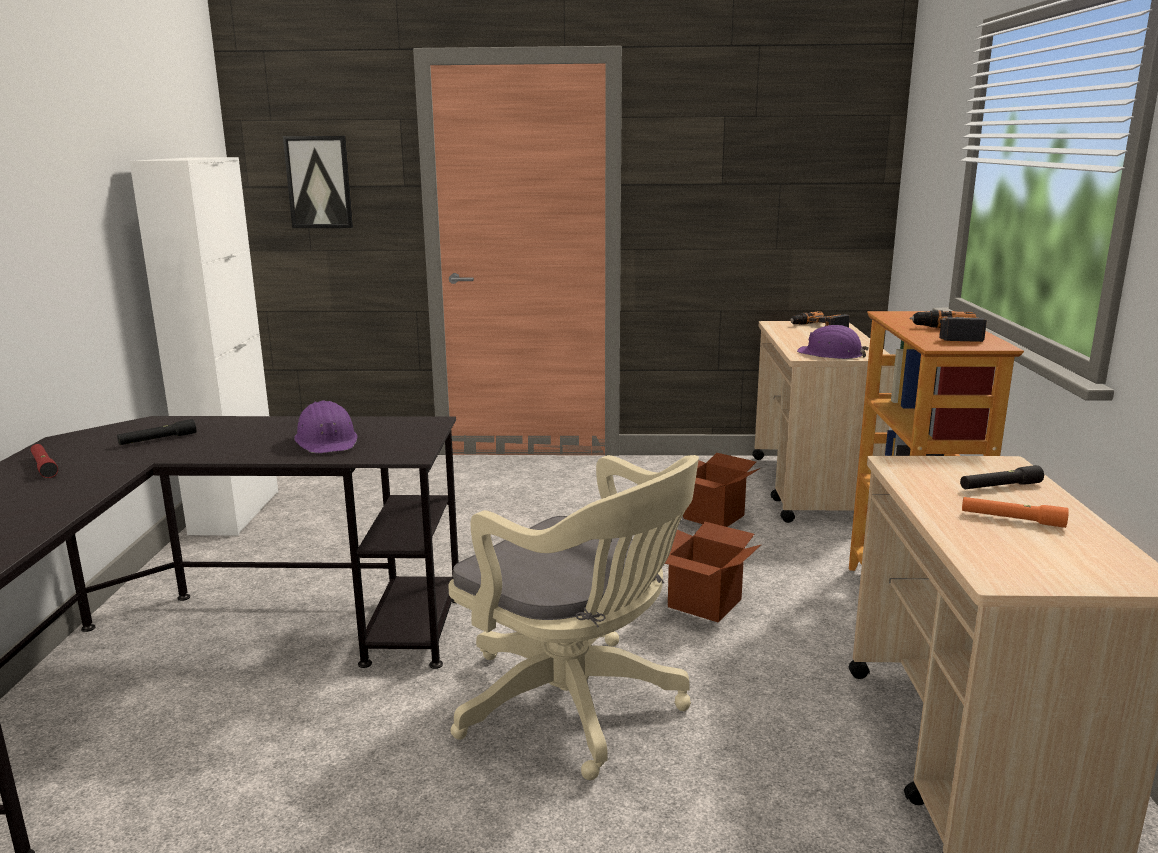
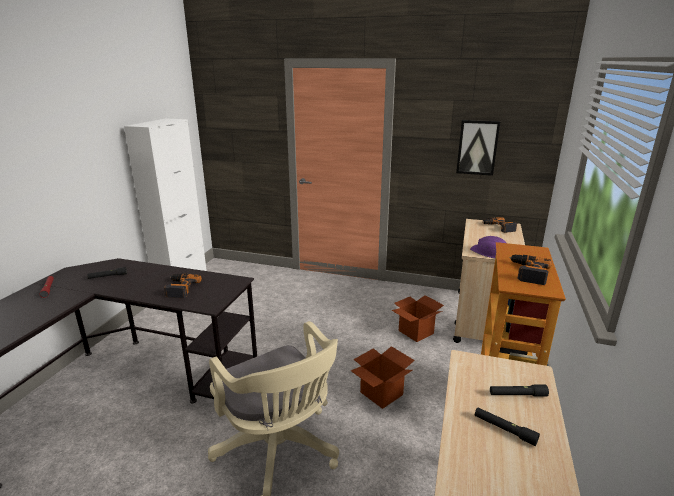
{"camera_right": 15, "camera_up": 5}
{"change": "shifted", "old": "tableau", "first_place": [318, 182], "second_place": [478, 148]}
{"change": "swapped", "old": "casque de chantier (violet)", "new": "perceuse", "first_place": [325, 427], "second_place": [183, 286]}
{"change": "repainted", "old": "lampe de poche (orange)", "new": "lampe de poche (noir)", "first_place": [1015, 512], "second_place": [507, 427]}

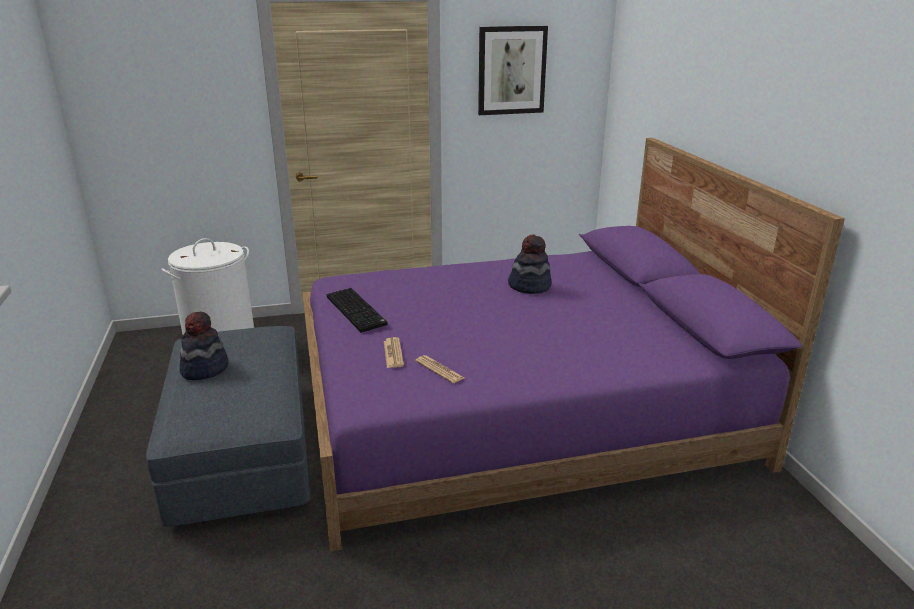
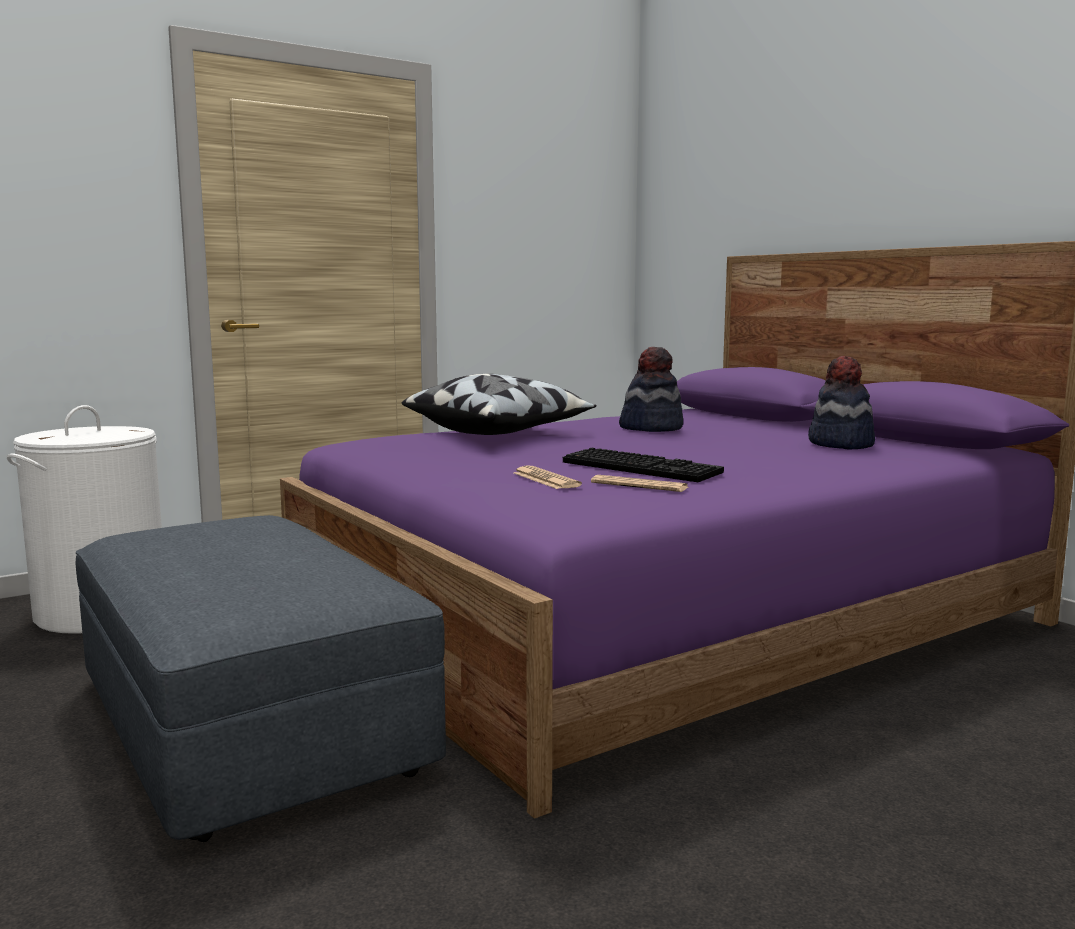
{"camera_right": -20, "camera_up": -15}
{"change": "shifted", "old": "chapeau", "first_place": [204, 346], "second_place": [841, 402]}
{"change": "shifted", "old": "clavier", "first_place": [357, 310], "second_place": [643, 465]}
{"change": "gone", "old": "tableau", "first_place": [513, 70]}
{"change": "new", "new": "coussin", "second_place": [499, 404]}

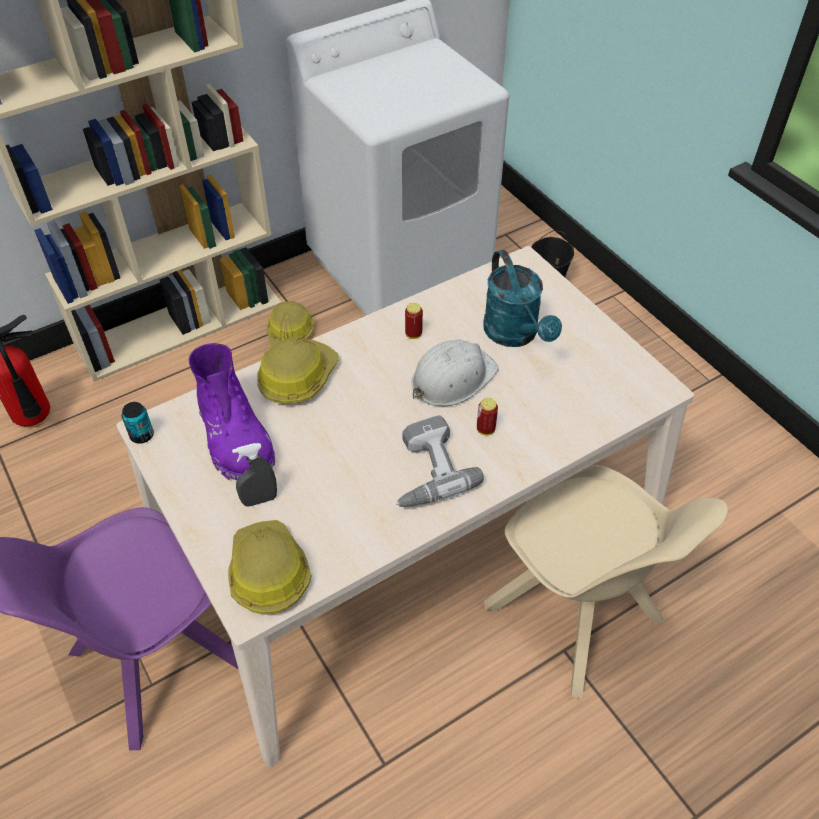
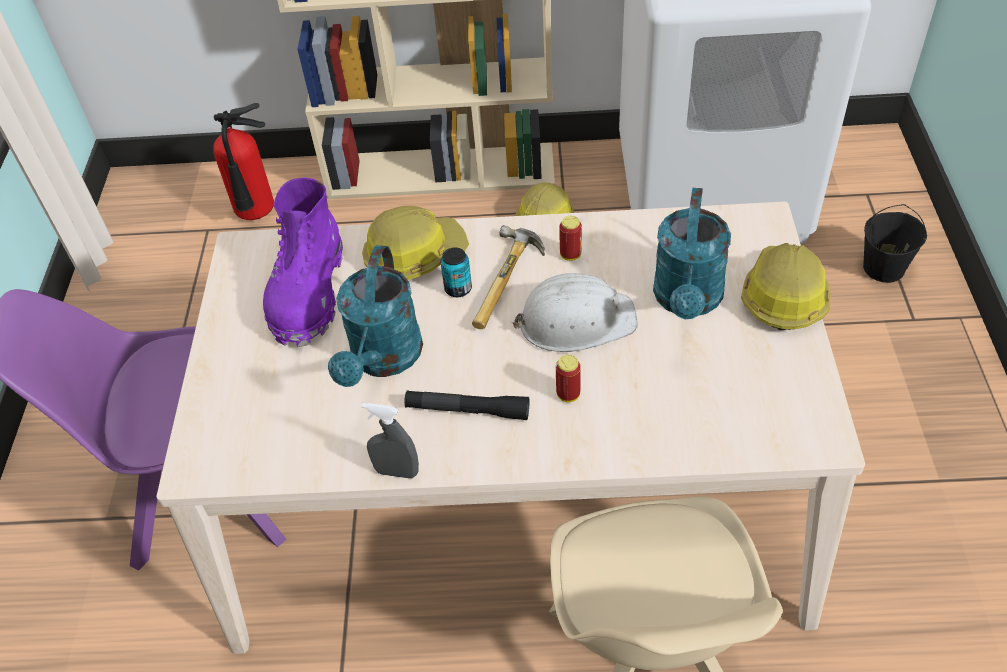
{"camera_right": 35, "camera_up": 0}
{"change": "shifted", "old": "boîte métallique", "first_place": [137, 423], "second_place": [456, 272]}
{"change": "shifted", "old": "casque de chantier", "first_place": [270, 567], "second_place": [785, 286]}
{"change": "shifted", "old": "vaporisateur (gris)", "first_place": [254, 475], "second_place": [390, 441]}
{"change": "swapped", "old": "perceuse", "new": "lampe de poche (noir)", "first_place": [440, 461], "second_place": [467, 405]}
{"change": "new", "new": "arrosoir (turquoise)", "second_place": [375, 316]}
{"change": "new", "new": "marteau", "second_place": [508, 277]}

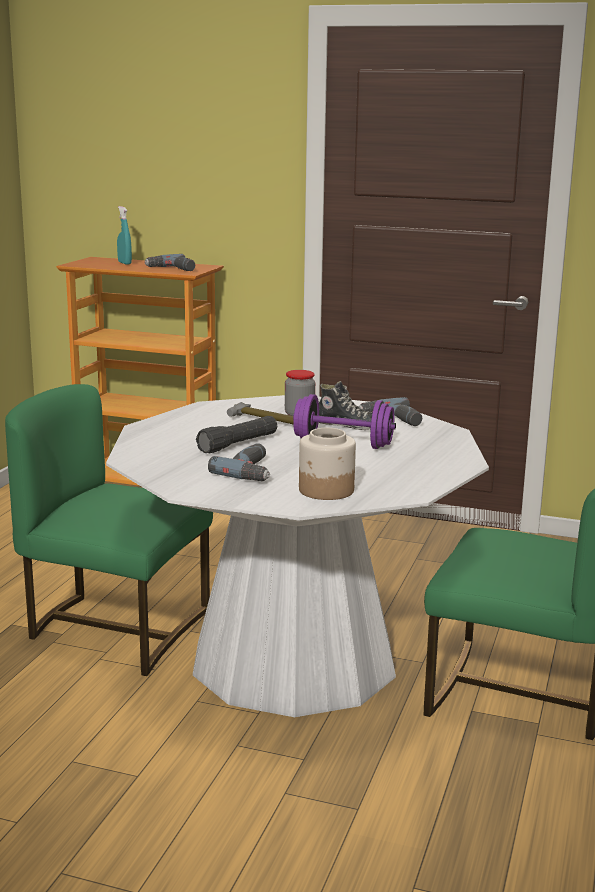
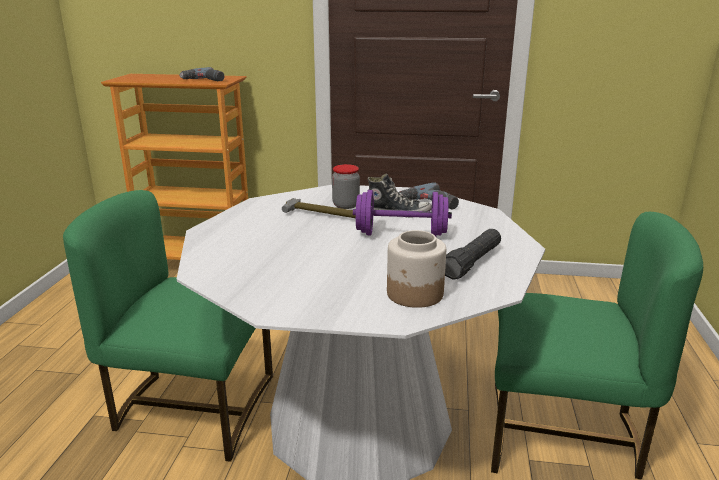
{"camera_right": -10, "camera_up": 5}
{"change": "gone", "old": "vaporisateur (turquoise)", "first_place": [124, 235]}
{"change": "shifted", "old": "lampe de poche (noir)", "first_place": [236, 435], "second_place": [473, 254]}
{"change": "gone", "old": "perceuse", "first_place": [239, 462]}

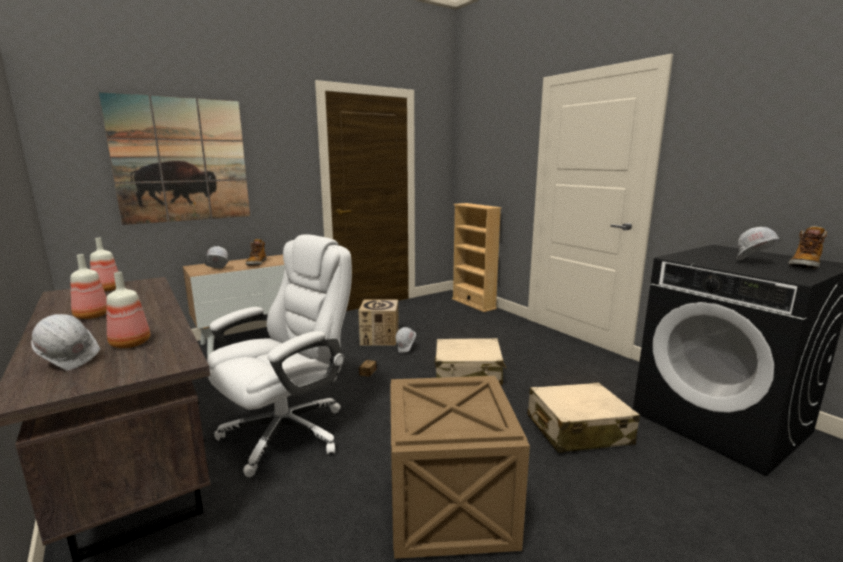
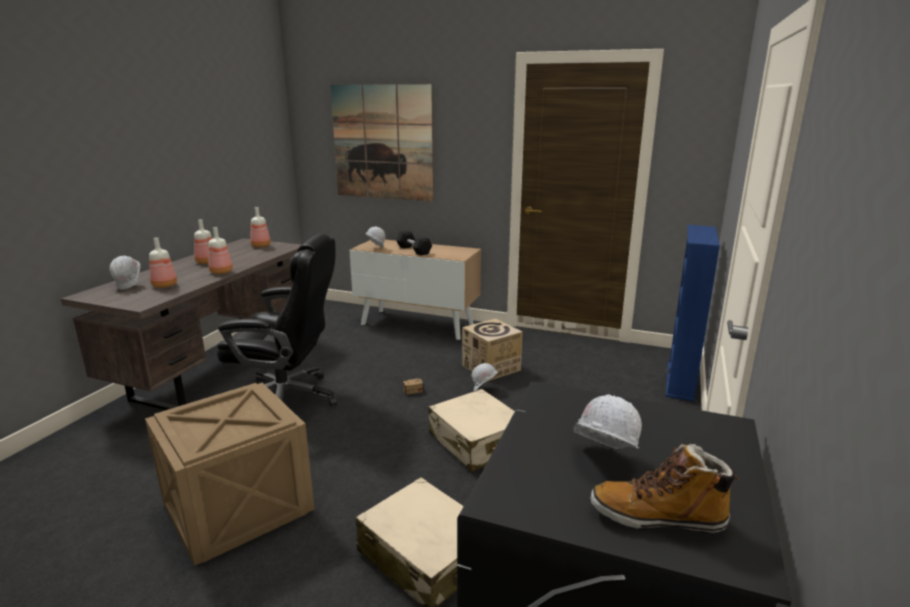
{"camera_right": 55, "camera_up": 5}
{"change": "repainted", "old": "chaise de bureau (blanc)", "new": "chaise de bureau (noir)", "first_place": [279, 356], "second_place": [277, 320]}
{"change": "swapped", "old": "botte", "new": "haltère (noir)", "first_place": [256, 252], "second_place": [414, 243]}
{"change": "repainted", "old": "bibliothèque (beige)", "new": "bibliothèque (bleu)", "first_place": [476, 257], "second_place": [693, 313]}
{"change": "new", "new": "bouteille", "second_place": [221, 250]}

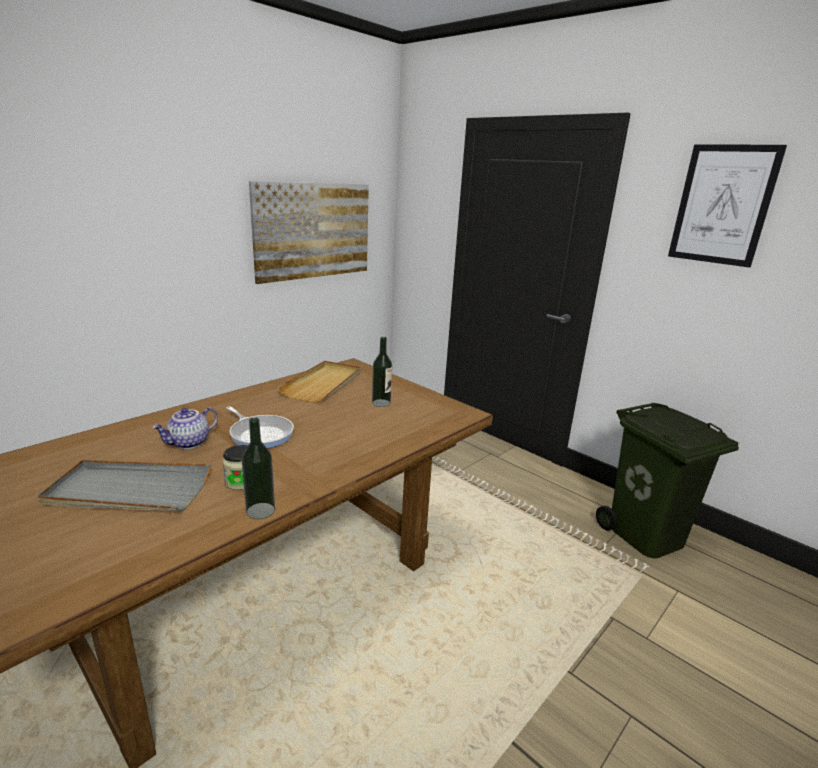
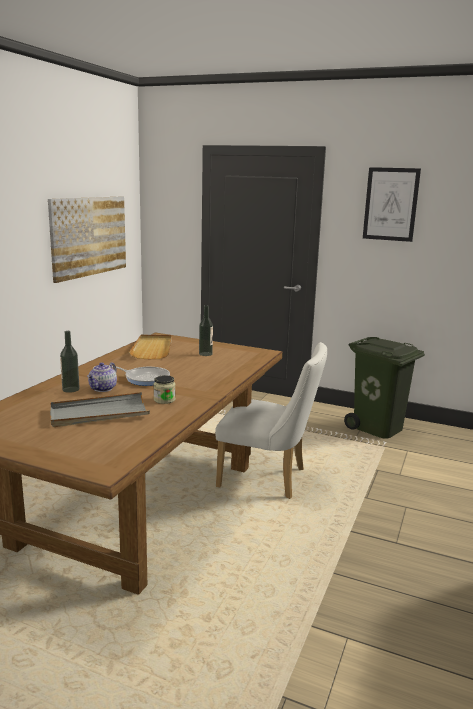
{"camera_right": -20, "camera_up": -5}
{"change": "shifted", "old": "bouteille", "first_place": [258, 468], "second_place": [70, 362]}
{"change": "new", "new": "chaise (blanc)", "second_place": [271, 420]}

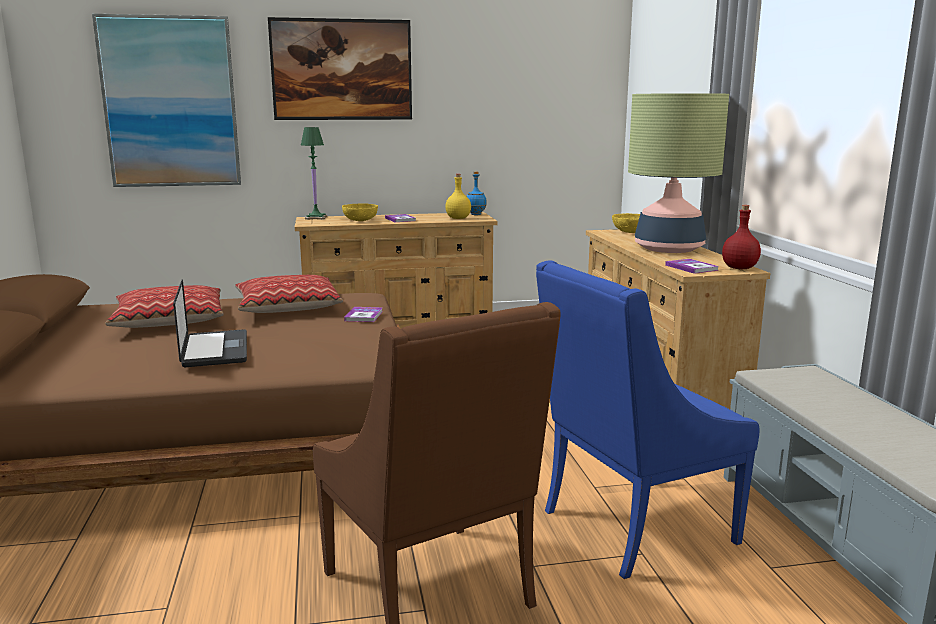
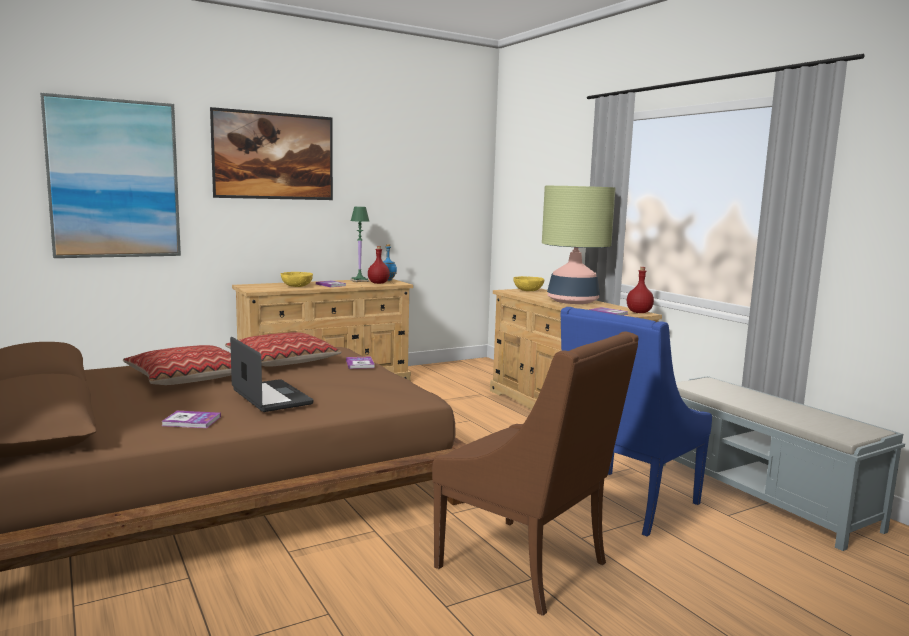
{"camera_right": -20, "camera_up": -5}
{"change": "shifted", "old": "lampe de table (vert)", "first_place": [314, 173], "second_place": [359, 244]}
{"change": "repainted", "old": "bouteille (jaune)", "new": "bouteille (rouge)", "first_place": [458, 196], "second_place": [379, 265]}
{"change": "new", "new": "livre", "second_place": [191, 419]}

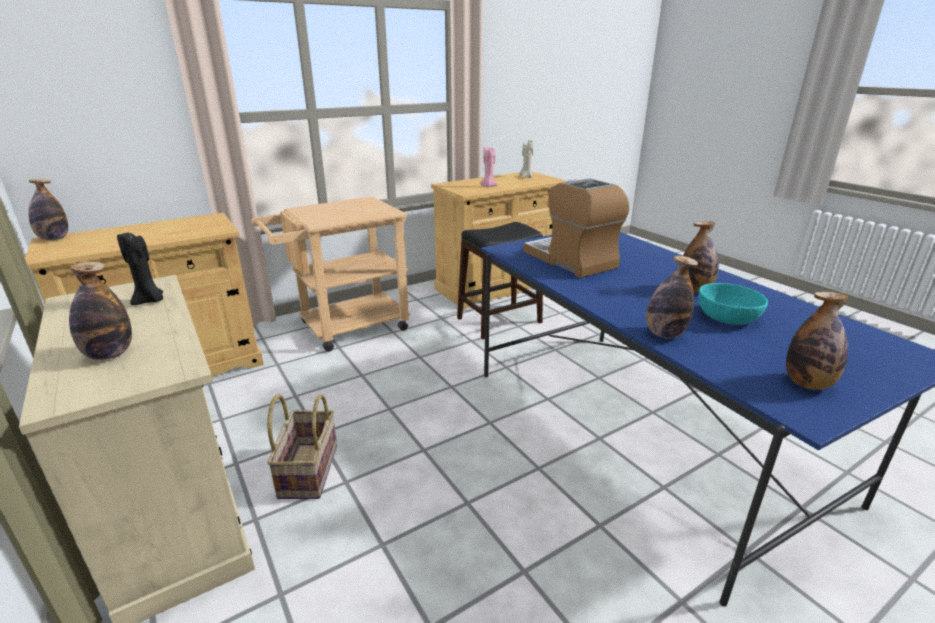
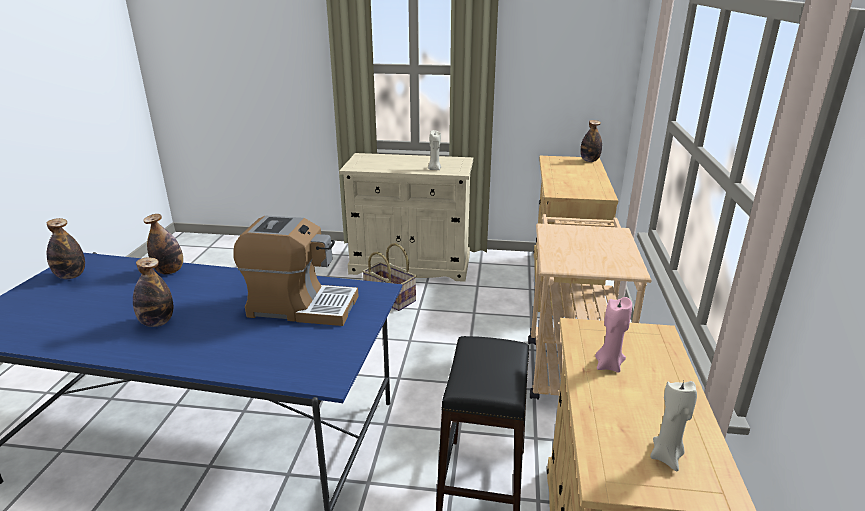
{"camera_right": 130, "camera_up": 0}
{"change": "gone", "old": "bouteille", "first_place": [100, 310]}
{"change": "repainted", "old": "bougie (noir)", "new": "bougie (beige)", "first_place": [140, 268], "second_place": [434, 150]}
{"change": "gone", "old": "bol (turquoise)", "first_place": [733, 304]}

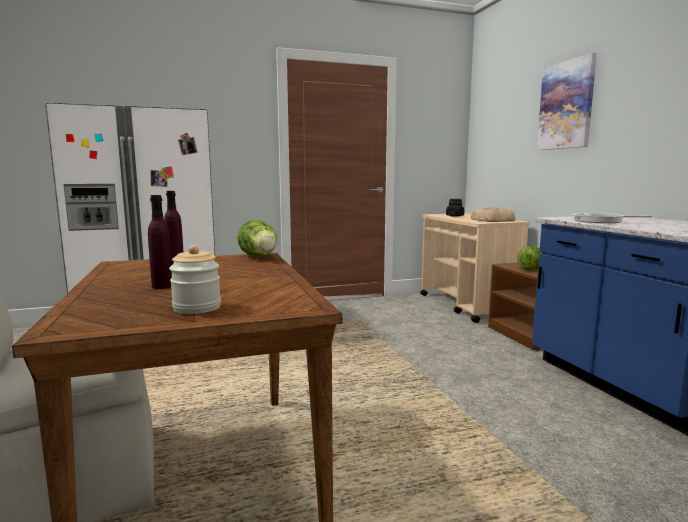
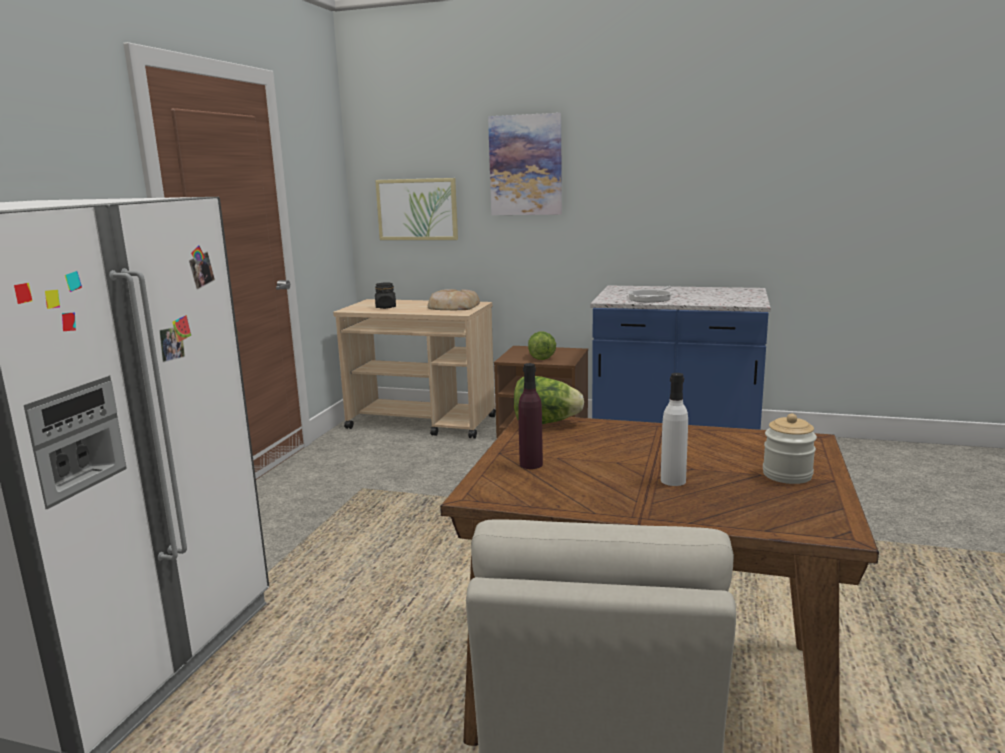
{"camera_right": -55, "camera_up": 5}
{"change": "repainted", "old": "bouteille (violet)", "new": "bouteille (blanc)", "first_place": [160, 242], "second_place": [674, 429]}
{"change": "new", "new": "tableau", "second_place": [416, 209]}

